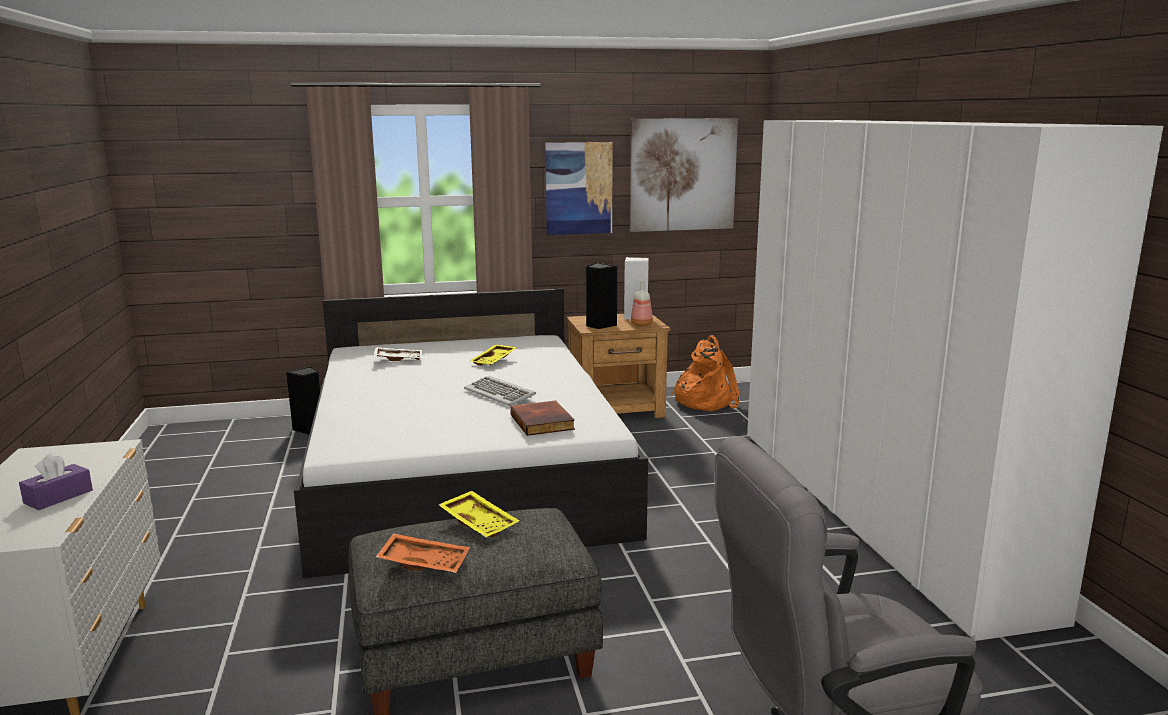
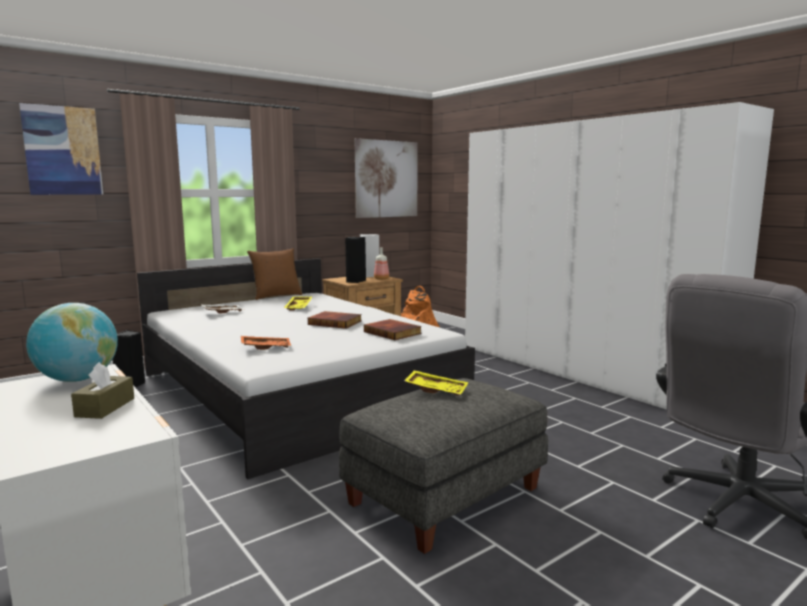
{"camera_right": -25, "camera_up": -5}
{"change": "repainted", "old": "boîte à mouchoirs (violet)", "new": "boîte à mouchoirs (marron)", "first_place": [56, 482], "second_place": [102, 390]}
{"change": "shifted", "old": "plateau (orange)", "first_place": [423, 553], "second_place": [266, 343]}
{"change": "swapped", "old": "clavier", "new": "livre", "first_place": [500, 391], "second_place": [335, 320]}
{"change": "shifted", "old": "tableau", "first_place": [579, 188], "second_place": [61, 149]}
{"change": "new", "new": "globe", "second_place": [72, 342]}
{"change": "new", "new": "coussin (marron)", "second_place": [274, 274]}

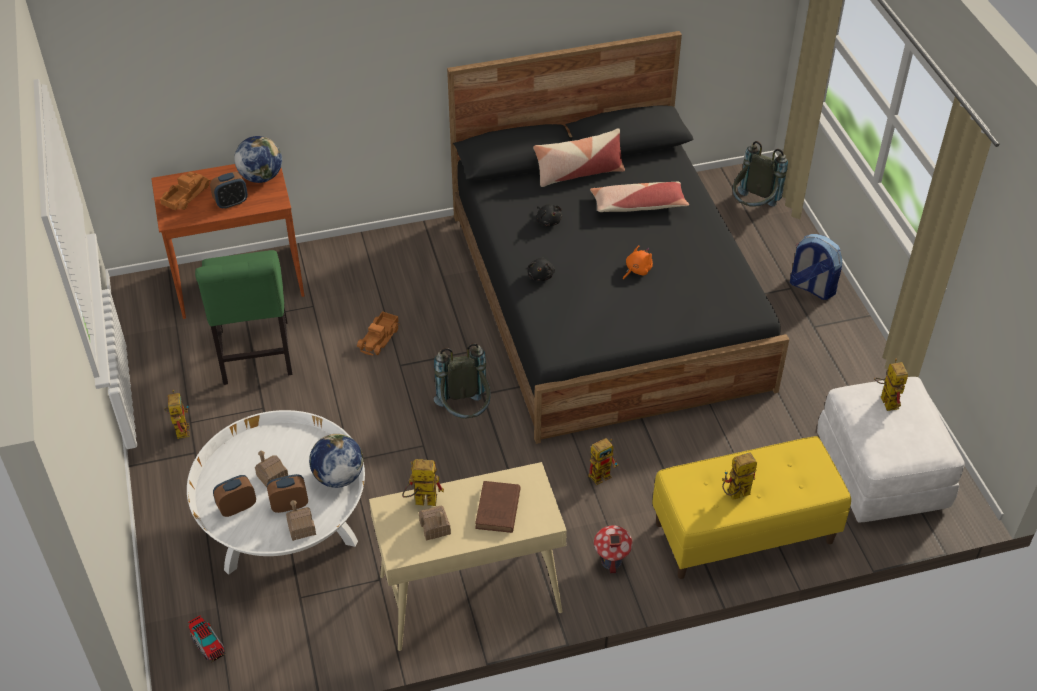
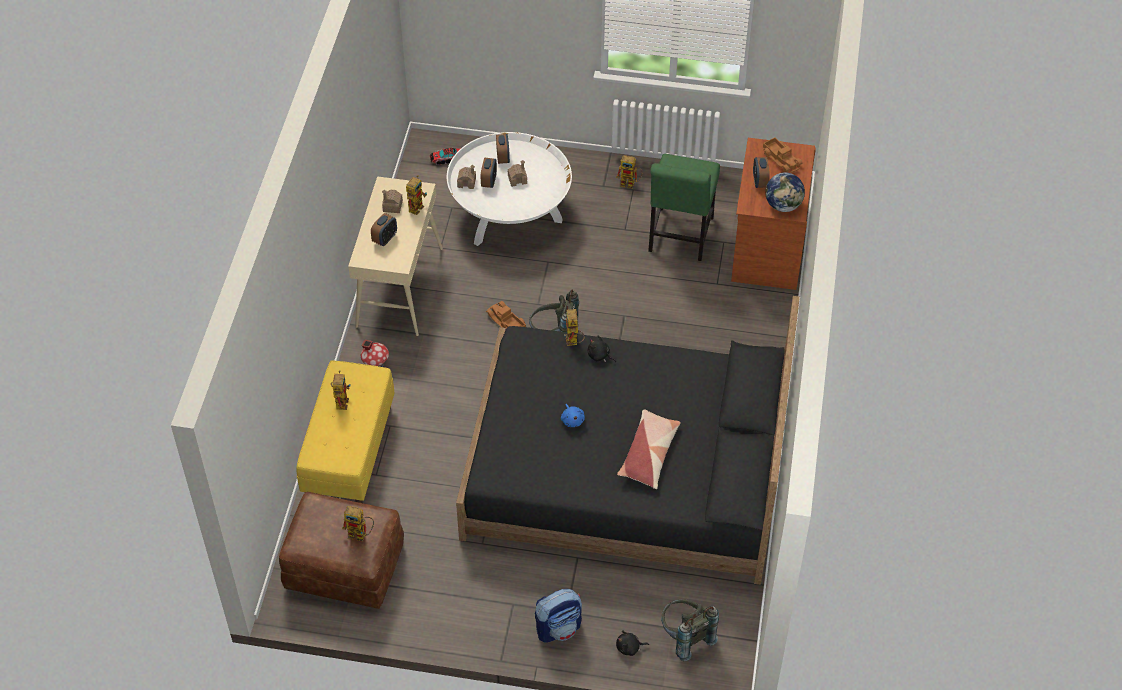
{"camera_right": 115, "camera_up": 5}
{"change": "rotated", "old": "chaise (vert)", "first_place": [244, 317], "second_place": [684, 207], "degrees": -90}
{"change": "gone", "old": "globe", "first_place": [336, 461]}
{"change": "shifted", "old": "camion jouet", "first_place": [378, 333], "second_place": [506, 314]}
{"change": "swapped", "old": "livre (marron)", "new": "réveil", "first_place": [498, 507], "second_place": [384, 229]}
{"change": "gone", "old": "coussin", "first_place": [579, 157]}
{"change": "shifted", "old": "peluche (noir)", "first_place": [549, 215], "second_place": [632, 643]}
{"change": "shifted", "old": "robot jouet", "first_place": [603, 461], "second_place": [574, 327]}
{"change": "repainted", "old": "peluche (orange)", "new": "peluche (bleu)", "first_place": [638, 262], "second_place": [573, 415]}
{"change": "repainted", "old": "pouf (blanc)", "new": "pouf (marron)", "first_place": [891, 449], "second_place": [341, 550]}

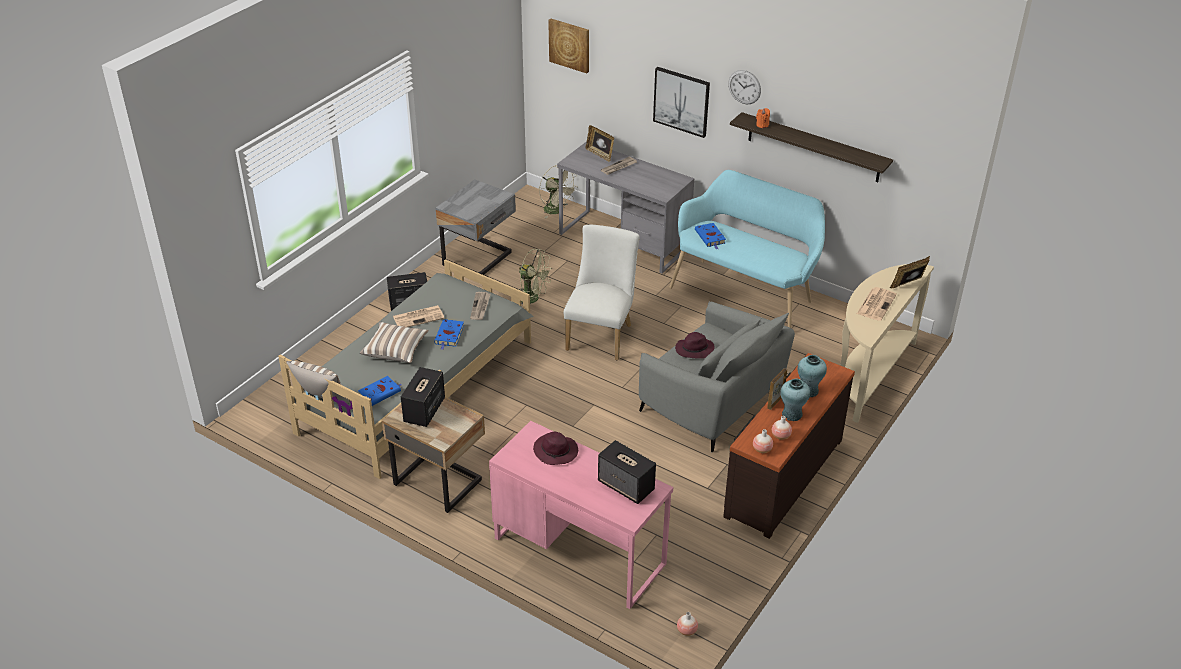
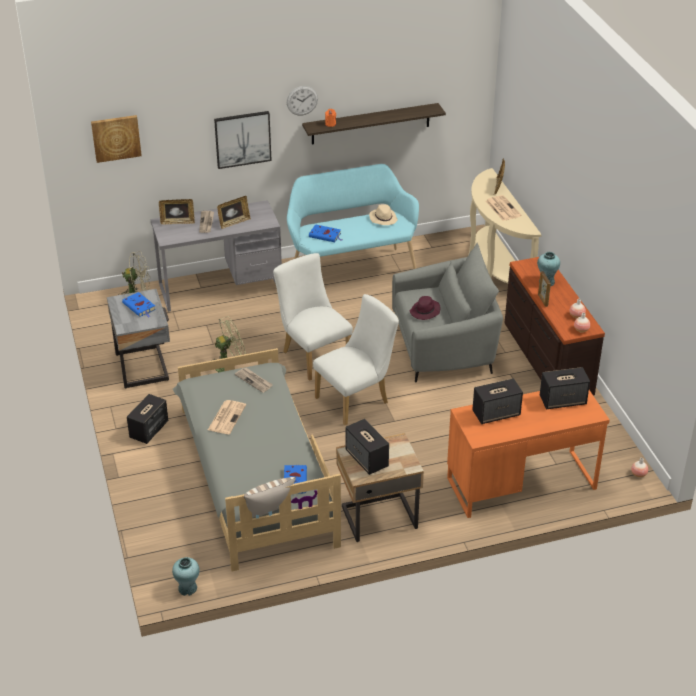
{"camera_right": -50, "camera_up": 0}
{"change": "gone", "old": "coussin", "first_place": [394, 342]}
{"change": "shifted", "old": "livre (bleu)", "first_place": [449, 334], "second_place": [139, 304]}
{"change": "repainted", "old": "bureau (rose)", "new": "bureau (orange)", "first_place": [581, 515], "second_place": [528, 454]}
{"change": "swapped", "old": "chapeau (violet)", "new": "enceinte", "first_place": [555, 448], "second_place": [497, 401]}
{"change": "shifted", "old": "vase (turquoise)", "first_place": [795, 399], "second_place": [186, 576]}
{"change": "new", "new": "cadre photo", "second_place": [234, 212]}
{"change": "new", "new": "chaise (blanc)", "second_place": [356, 359]}
{"change": "new", "new": "chapeau (beige)", "second_place": [383, 214]}

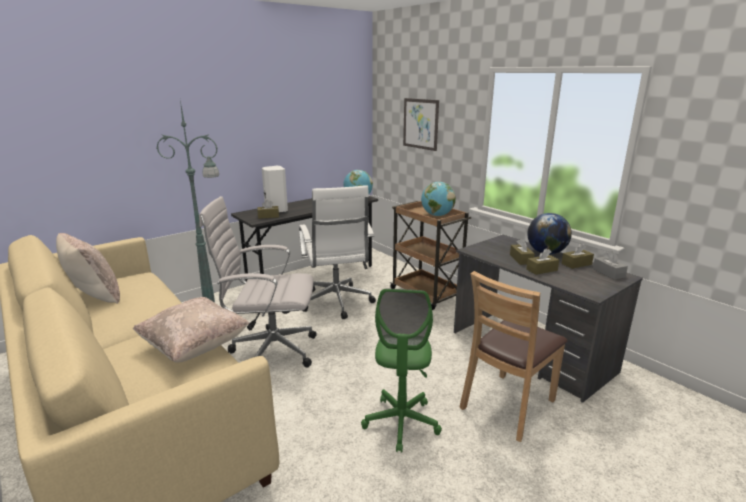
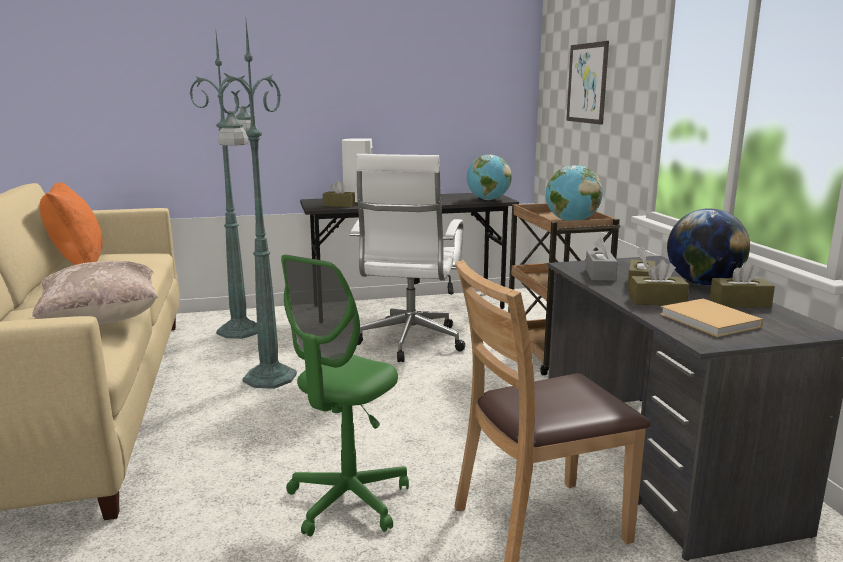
{"camera_right": 25, "camera_up": -5}
{"change": "repainted", "old": "coussin (beige)", "new": "coussin (orange)", "first_place": [88, 268], "second_place": [71, 223]}
{"change": "swapped", "old": "chaise de bureau (blanc)", "new": "lampadaire (vert)", "first_place": [257, 282], "second_place": [257, 205]}
{"change": "shifted", "old": "boîte à mouchoirs (gris)", "first_place": [610, 265], "second_place": [601, 259]}
{"change": "new", "new": "livre (beige)", "second_place": [711, 317]}

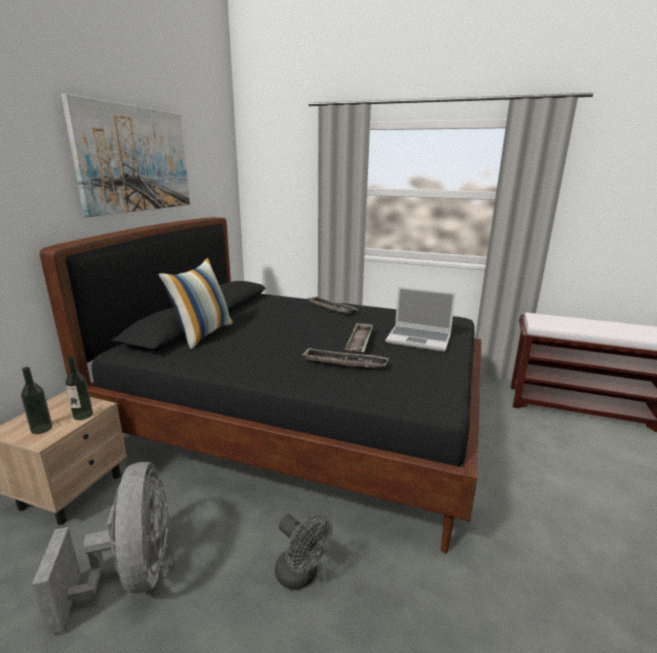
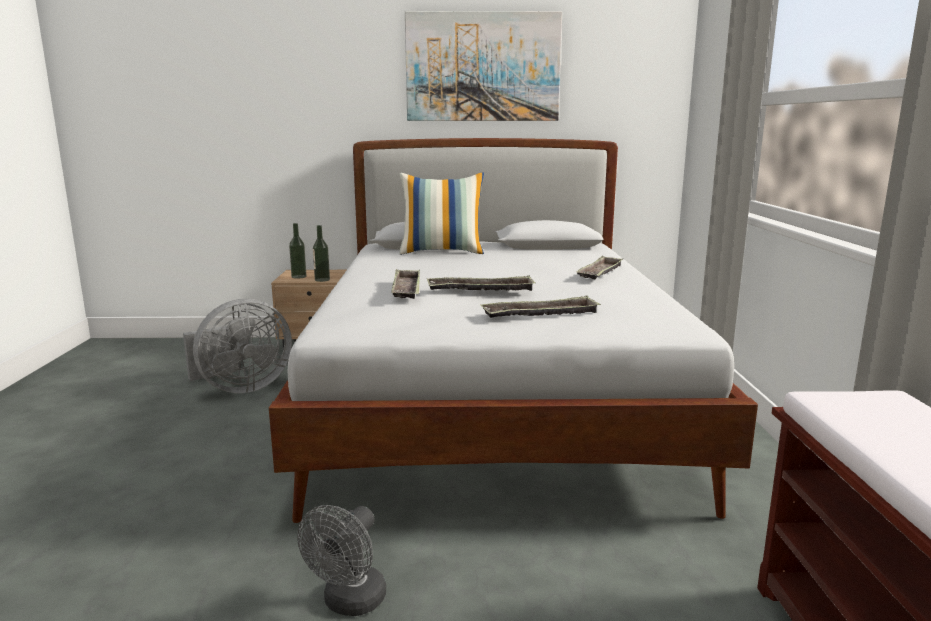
{"camera_right": 70, "camera_up": -5}
{"change": "repainted", "old": "lit (noir)", "new": "lit (blanc)", "first_place": [261, 385], "second_place": [513, 330]}
{"change": "shifted", "old": "ventilateur (gris)", "first_place": [304, 552], "second_place": [341, 560]}
{"change": "swapped", "old": "ordinateur portable", "new": "plateau", "first_place": [421, 319], "second_place": [541, 307]}

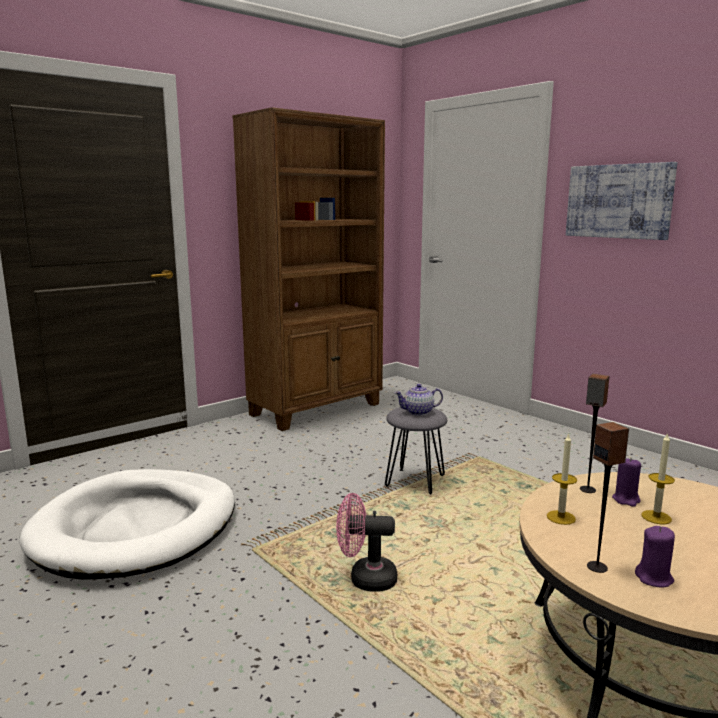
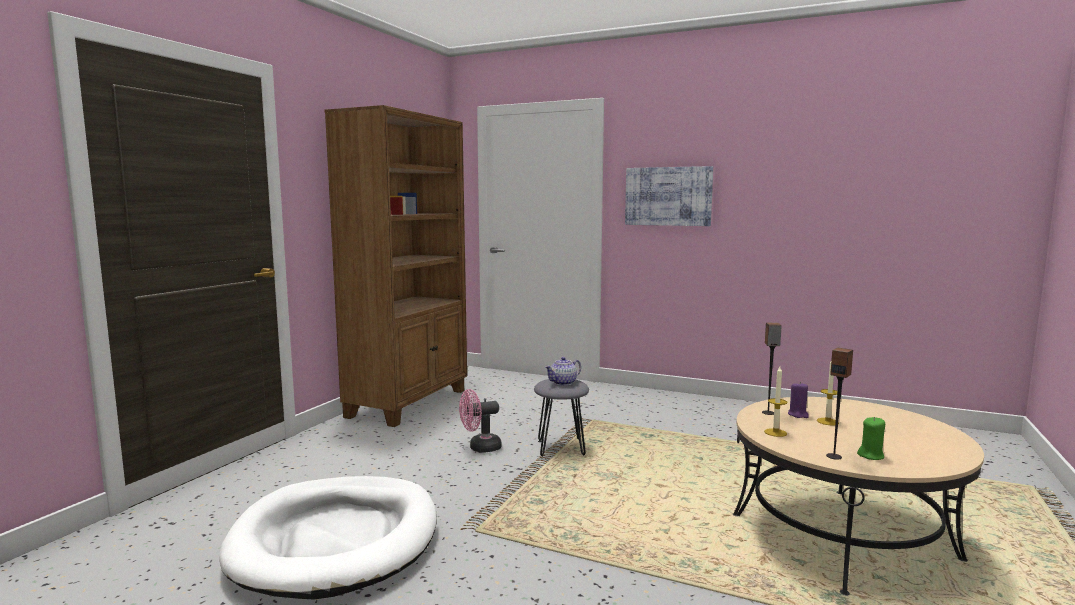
{"camera_right": -25, "camera_up": -5}
{"change": "shifted", "old": "ventilateur (rose)", "first_place": [366, 542], "second_place": [480, 421]}
{"change": "repainted", "old": "bougie (violet)", "new": "bougie (vert)", "first_place": [655, 557], "second_place": [871, 438]}

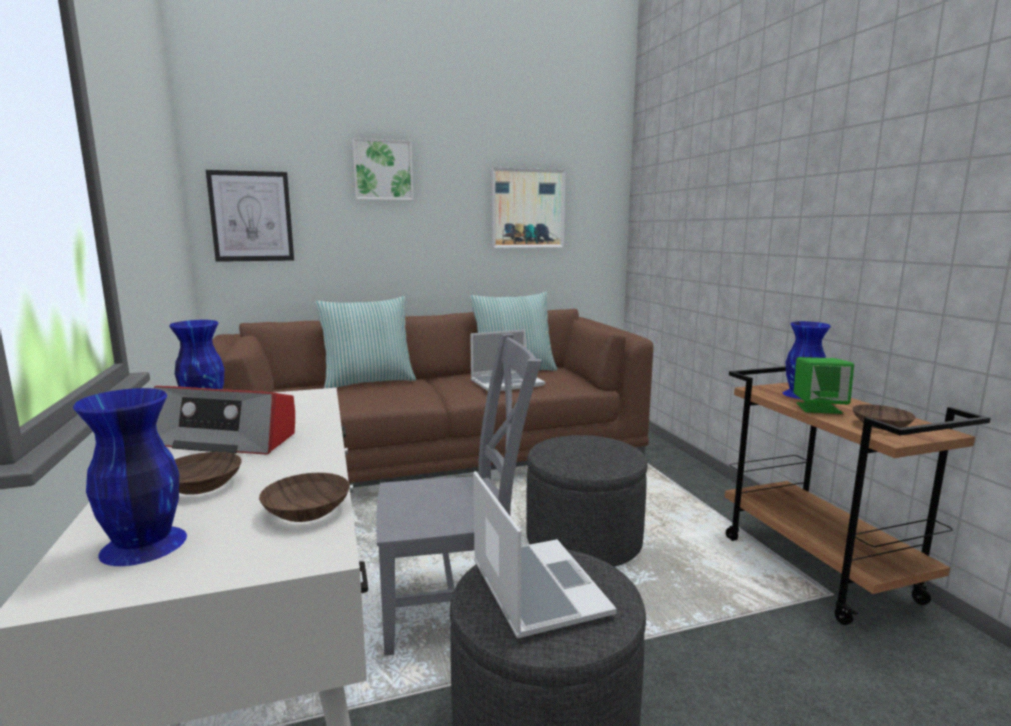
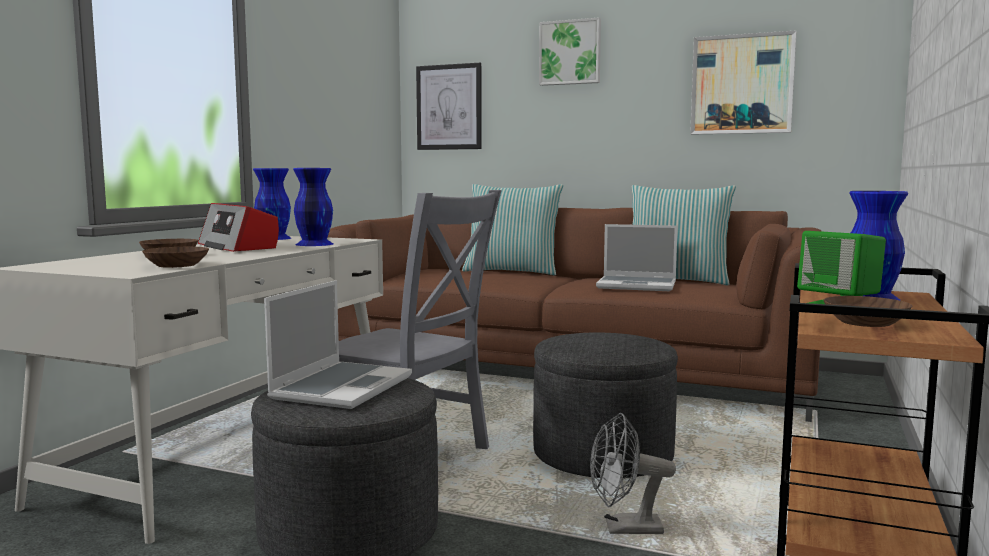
{"camera_right": 40, "camera_up": -5}
{"change": "shifted", "old": "vase (bleu)", "first_place": [130, 477], "second_place": [313, 207]}
{"change": "new", "new": "ventilateur (gris)", "second_place": [633, 473]}

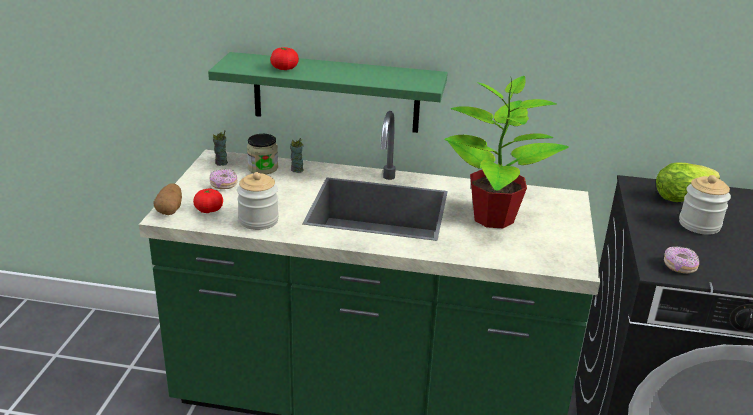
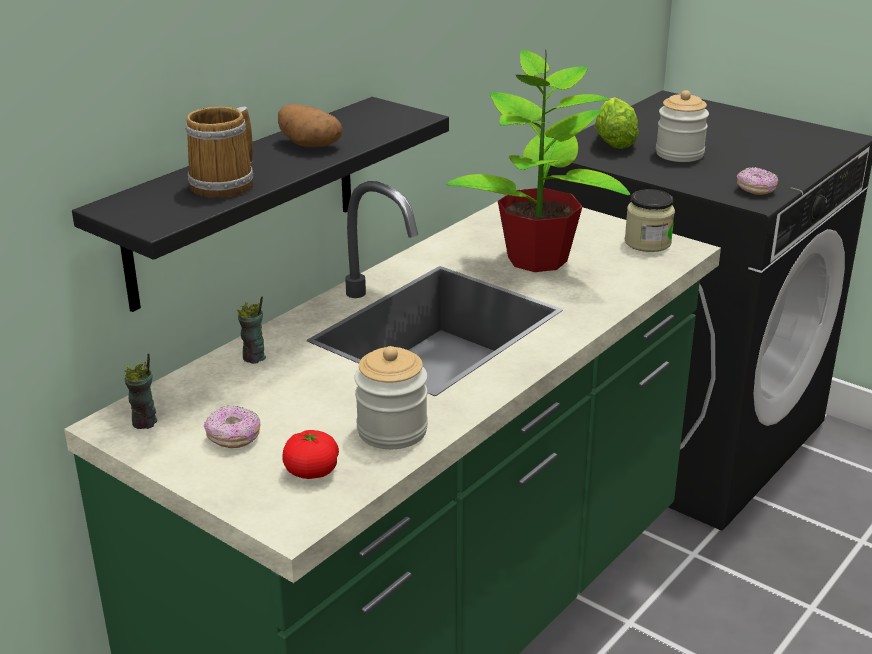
{"camera_right": -60, "camera_up": 0}
{"change": "shifted", "old": "pomme de terre", "first_place": [167, 199], "second_place": [310, 125]}
{"change": "repainted", "old": "étagère (vert)", "new": "étagère (noir)", "first_place": [328, 92], "second_place": [260, 204]}
{"change": "shifted", "old": "bocal", "first_place": [262, 154], "second_place": [650, 220]}
{"change": "swapped", "old": "tomate", "new": "mug", "first_place": [284, 58], "second_place": [219, 152]}

